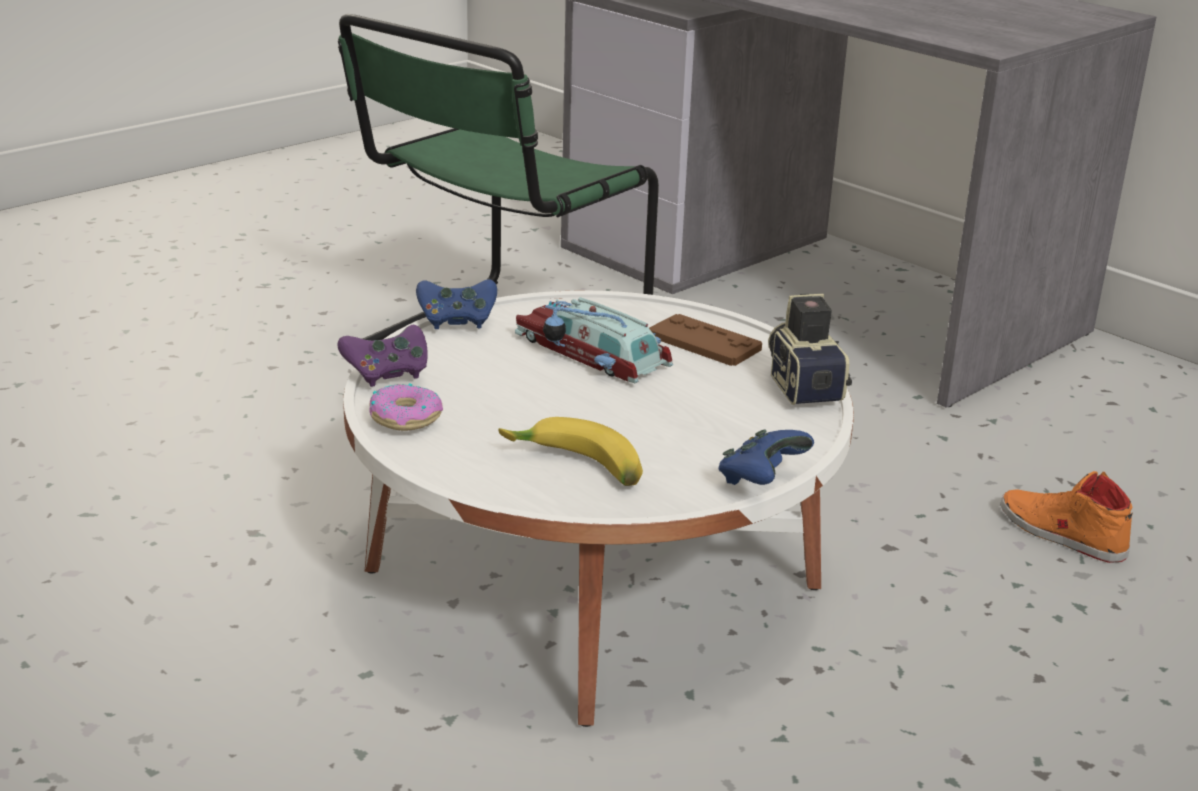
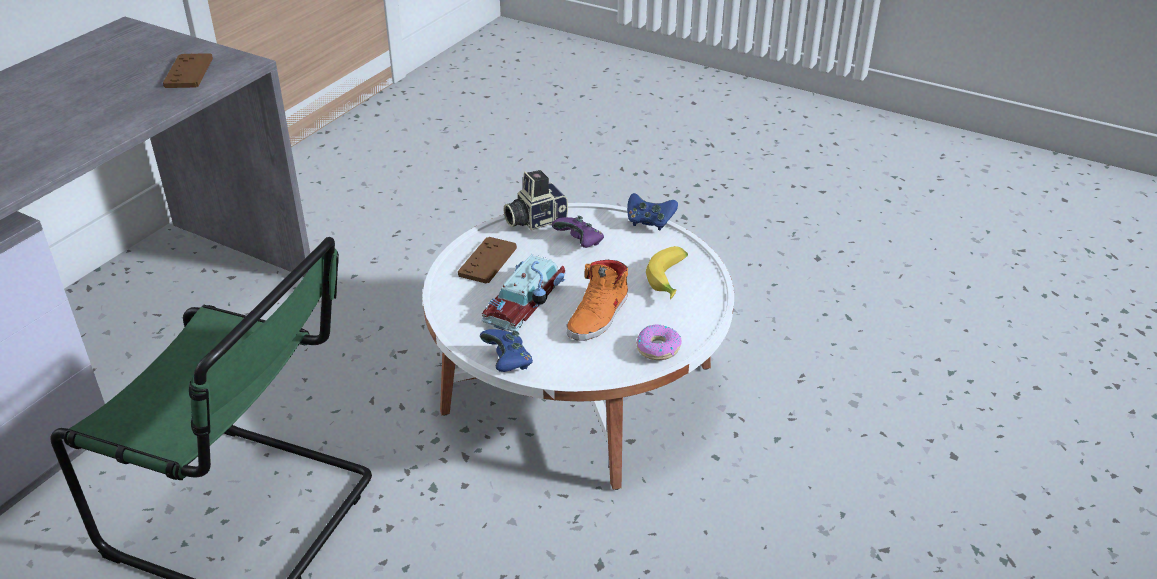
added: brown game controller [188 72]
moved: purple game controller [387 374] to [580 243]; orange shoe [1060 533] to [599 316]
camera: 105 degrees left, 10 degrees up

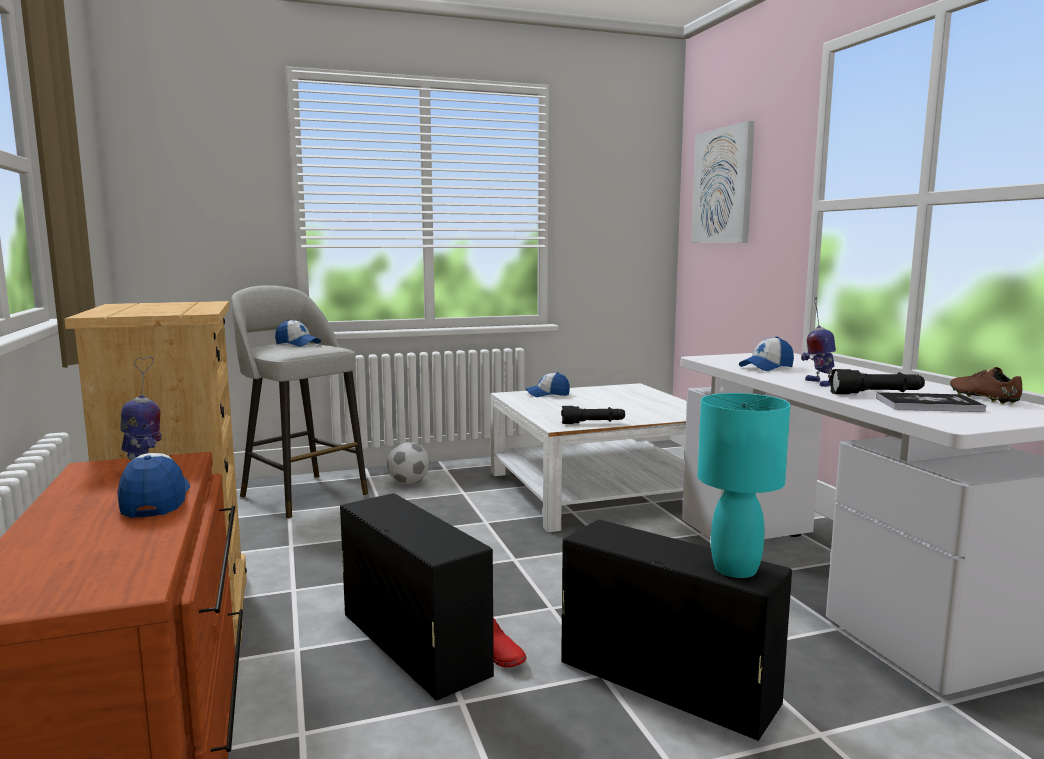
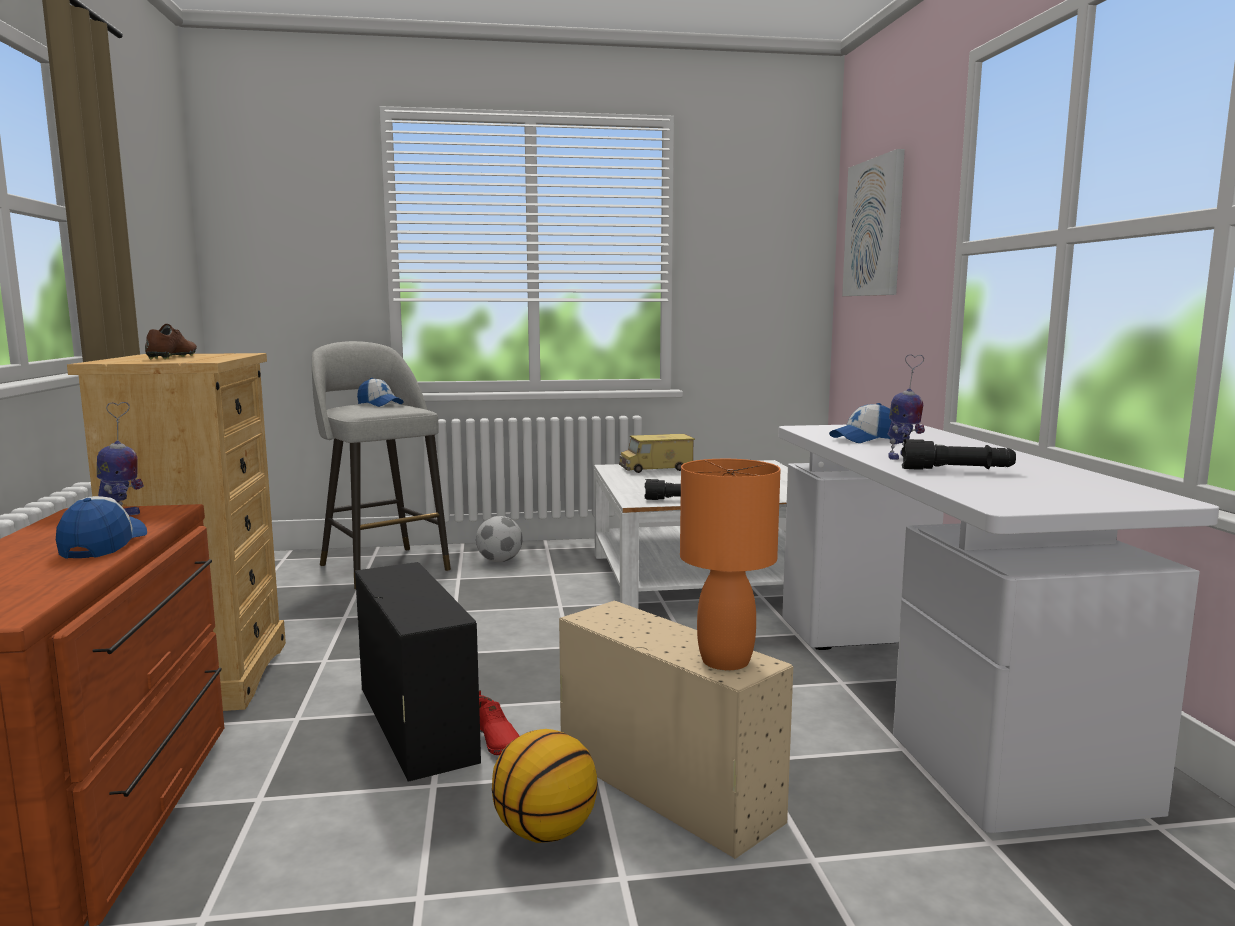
removed: book [928 404]
added: basketball [545 831]
moved: brown shoe [983 397] to [172 357]
replaced: cap [547 394] to toy truck [656 468]
recoloured: black storage box [663 680] to beige storage box [663 785]; turquoise table lamp [736 569] to orange table lamp [726 661]
turned: toy robot [817 383] = [901 457] 135 degrees counterclockwise
camera: 10 degrees right, 0 degrees up

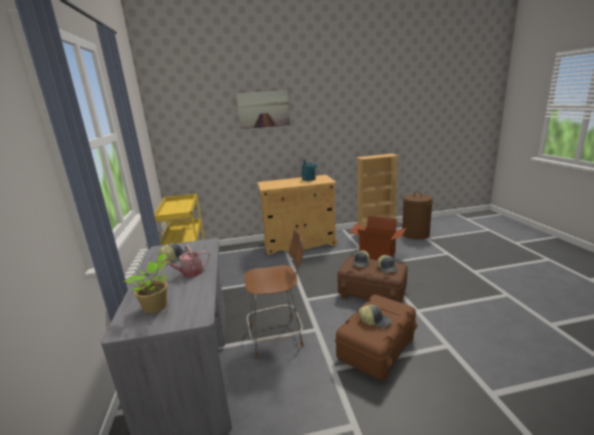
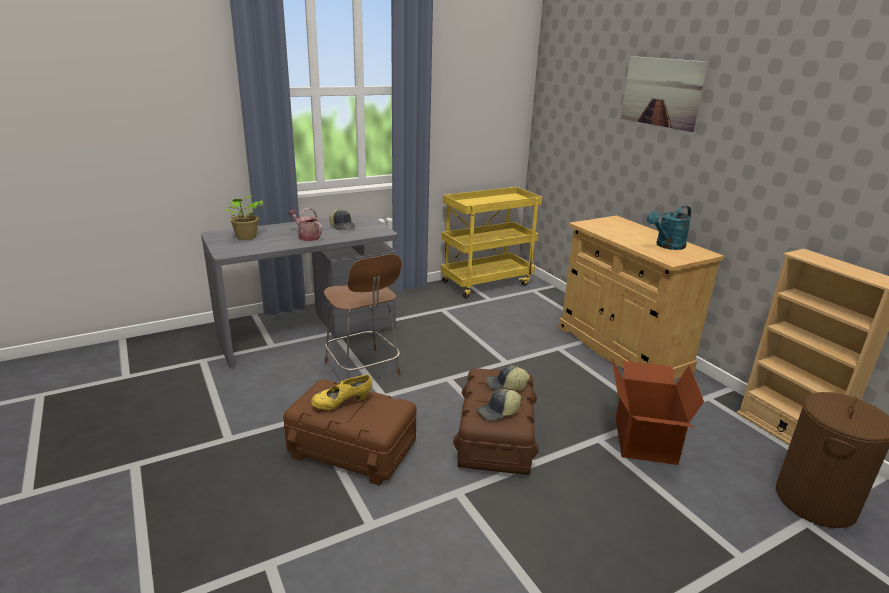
replaced: cap [375 321] to yellow shoe [342 404]
camera: 70 degrees right, 5 degrees up

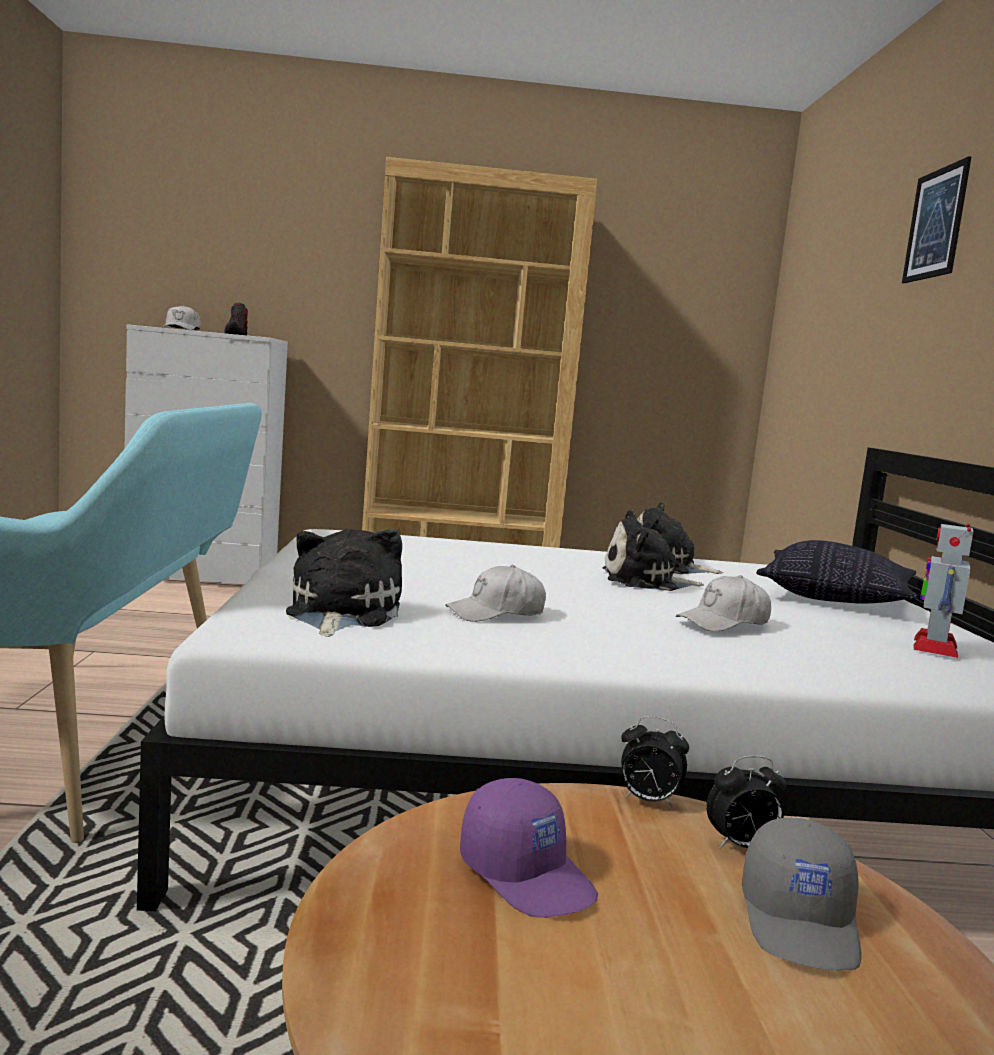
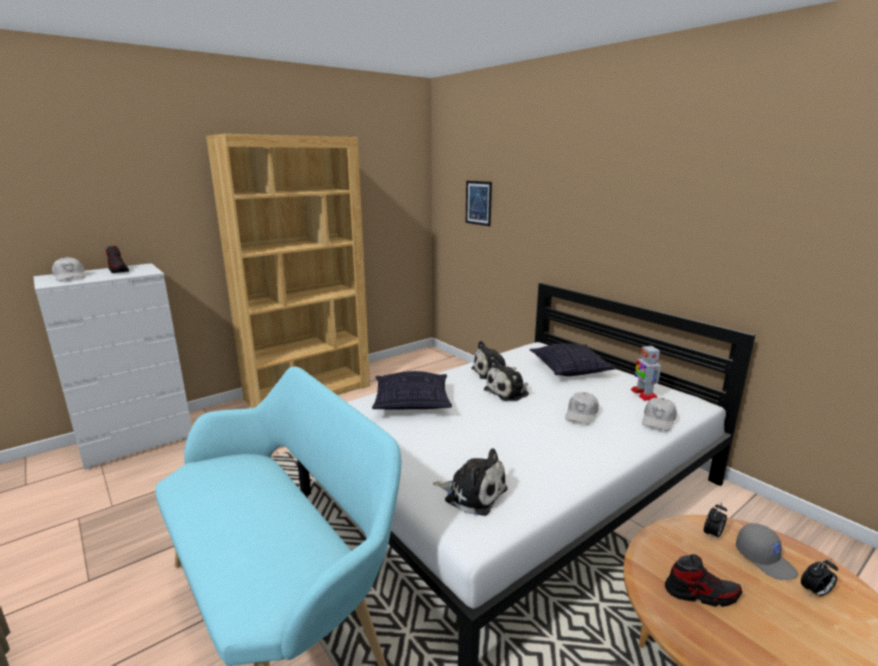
added: pillow [411 403]
moved: picture [935 223] to [478 203]; white cap [496 613] to [658 420]; alarm clock [647 801] to [815 592]
replaced: purple cap [528 874] to shoe [701 594]
turned: plush toy [340 614] = [472 493] 150 degrees clockwise
camera: 35 degrees left, 10 degrees up

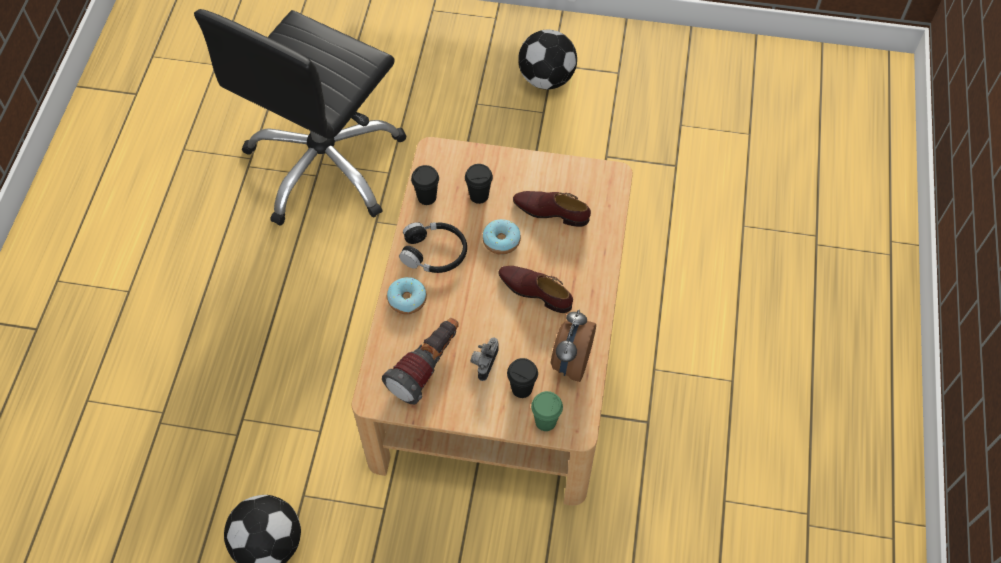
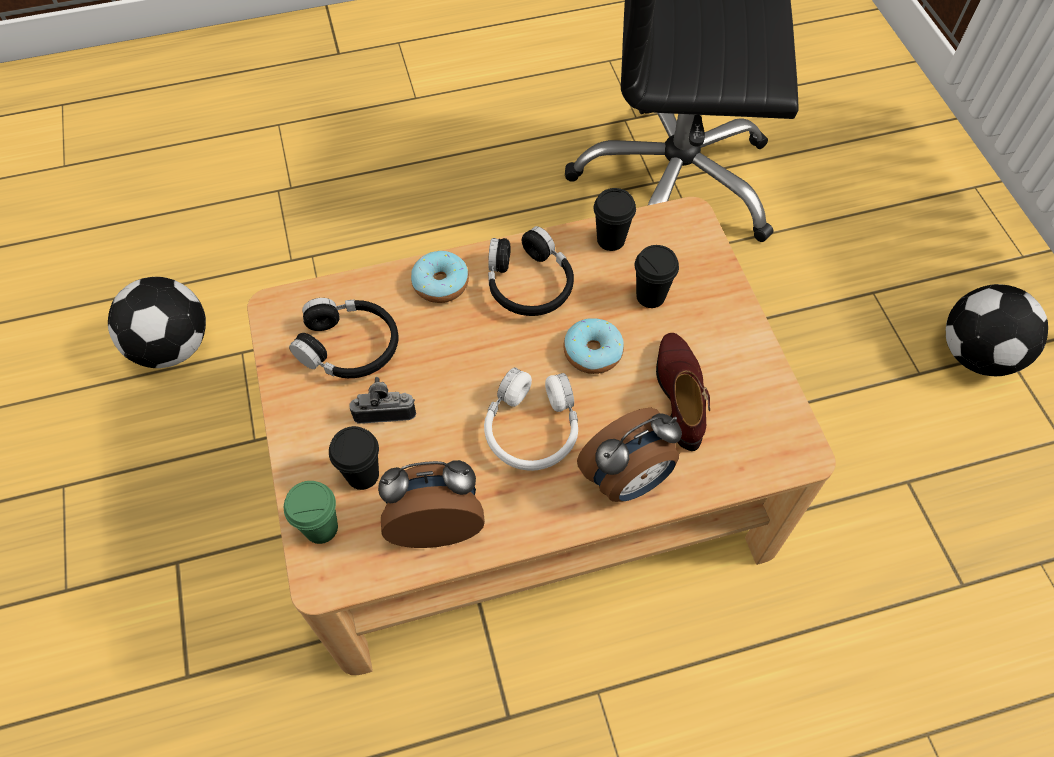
added: alarm clock [627 480]
replaced: flashlight [427 366] to black headphones [349 347]; brown shoe [535 291] to white headphones [532 428]
camera: 65 degrees right, 0 degrees up

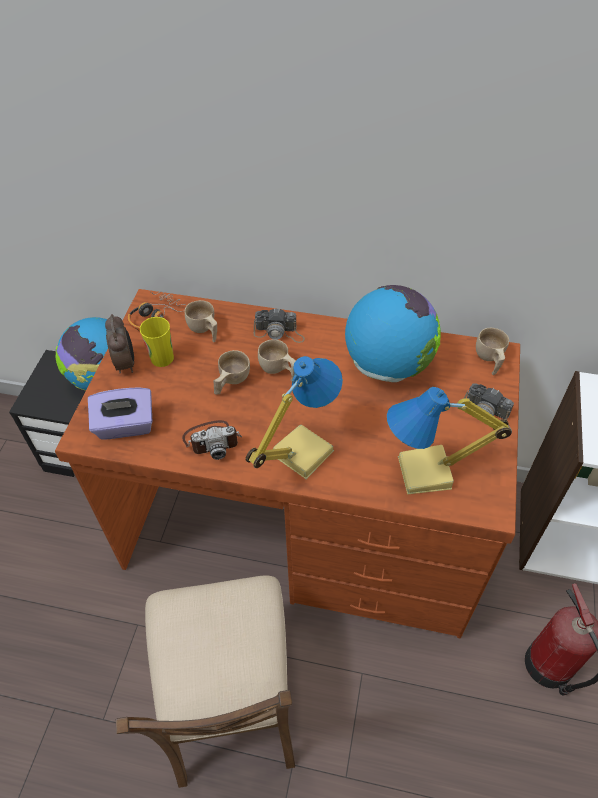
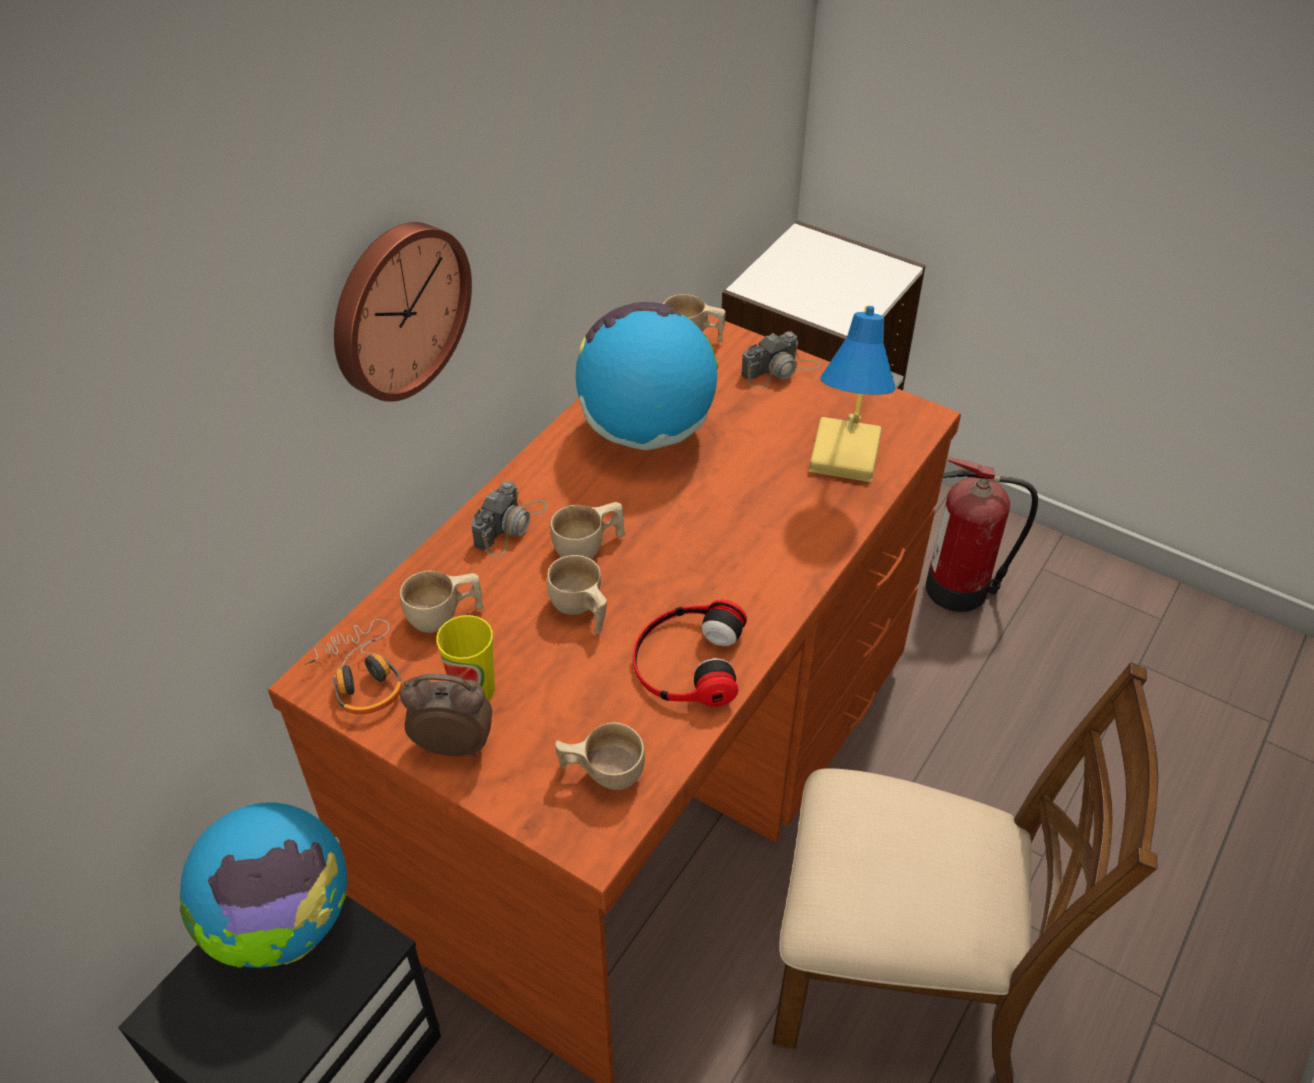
removed: table lamp [300 452]
added: wall clock [397 309]
replaced: purple tissue box [125 426] to beige cup [601 772]; photo camera [212 440] to headphones [687 661]
camera: 70 degrees left, 5 degrees down

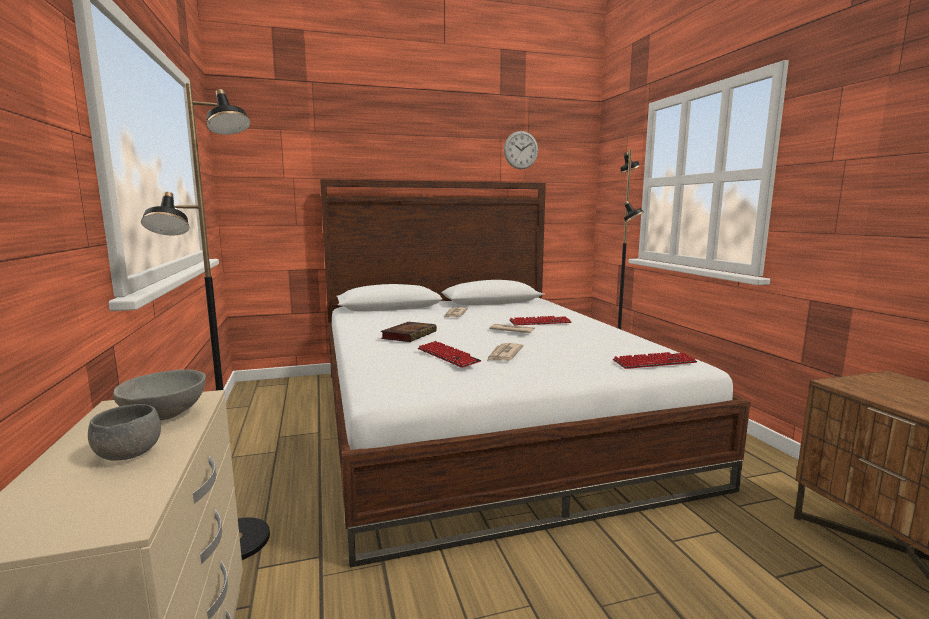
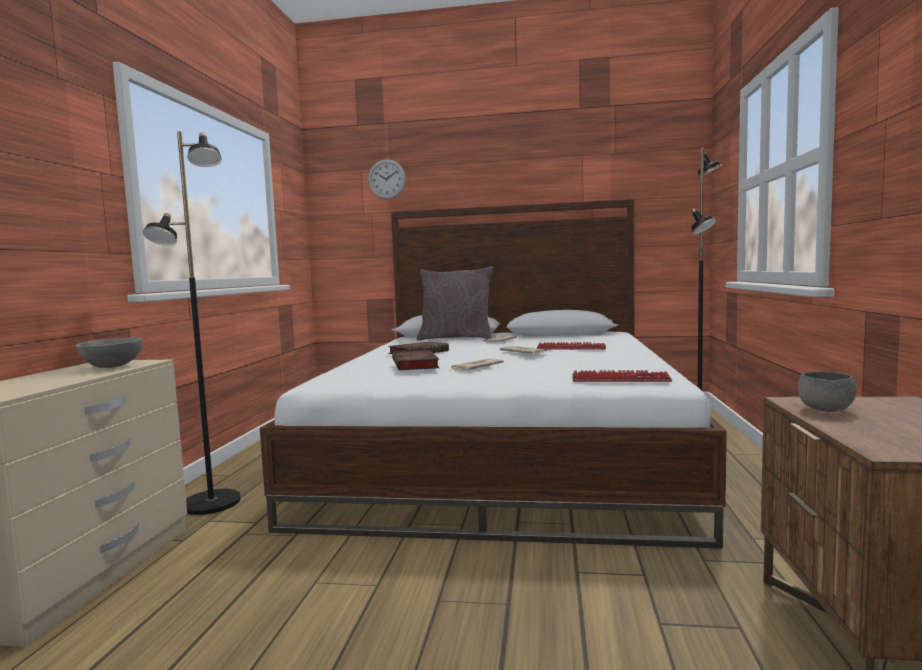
added: grey pillow [456 338]
moved: wall clock [521 150] to [387 179]; grey bowl [128 454] to [825 410]
replaced: keyboard [448 356] to book [416 365]
camera: 25 degrees right, 5 degrees down

